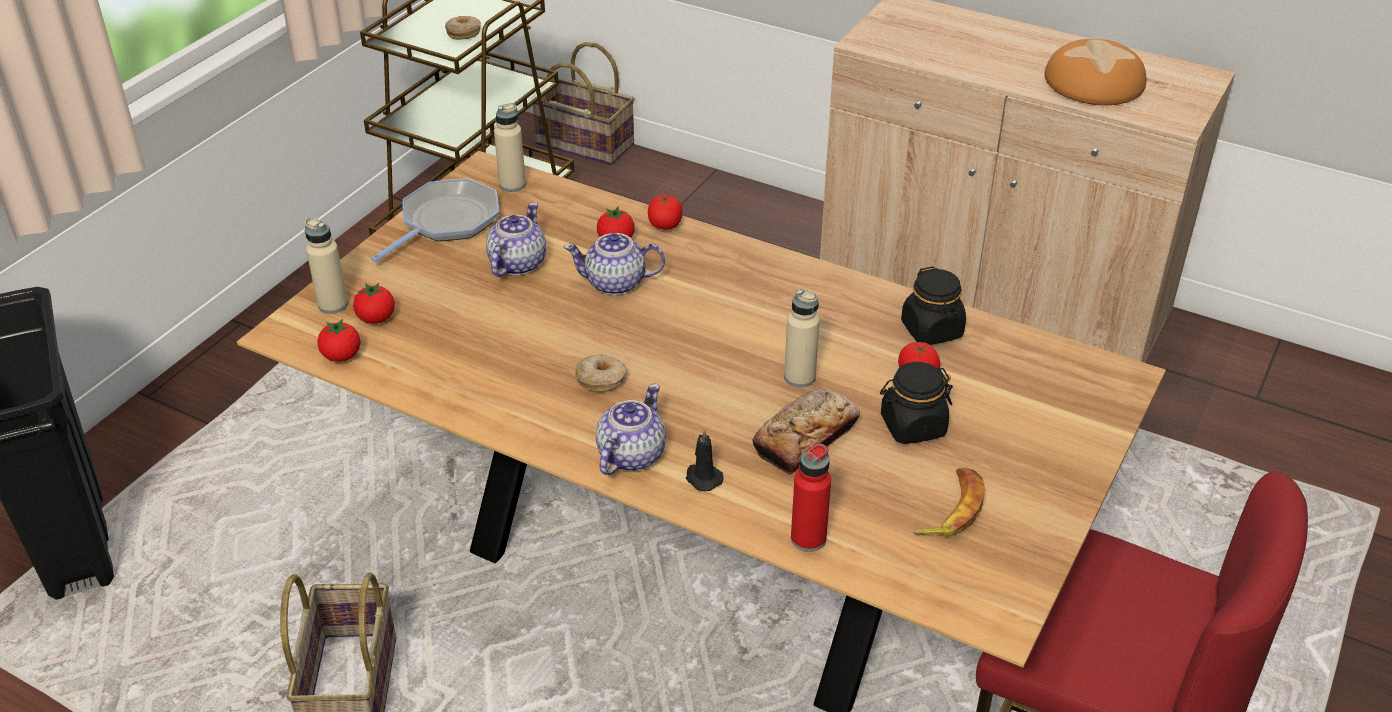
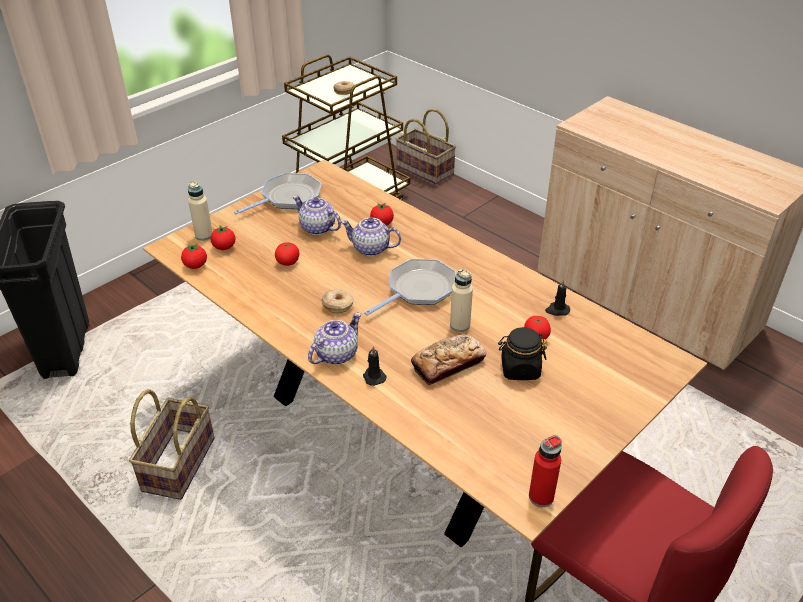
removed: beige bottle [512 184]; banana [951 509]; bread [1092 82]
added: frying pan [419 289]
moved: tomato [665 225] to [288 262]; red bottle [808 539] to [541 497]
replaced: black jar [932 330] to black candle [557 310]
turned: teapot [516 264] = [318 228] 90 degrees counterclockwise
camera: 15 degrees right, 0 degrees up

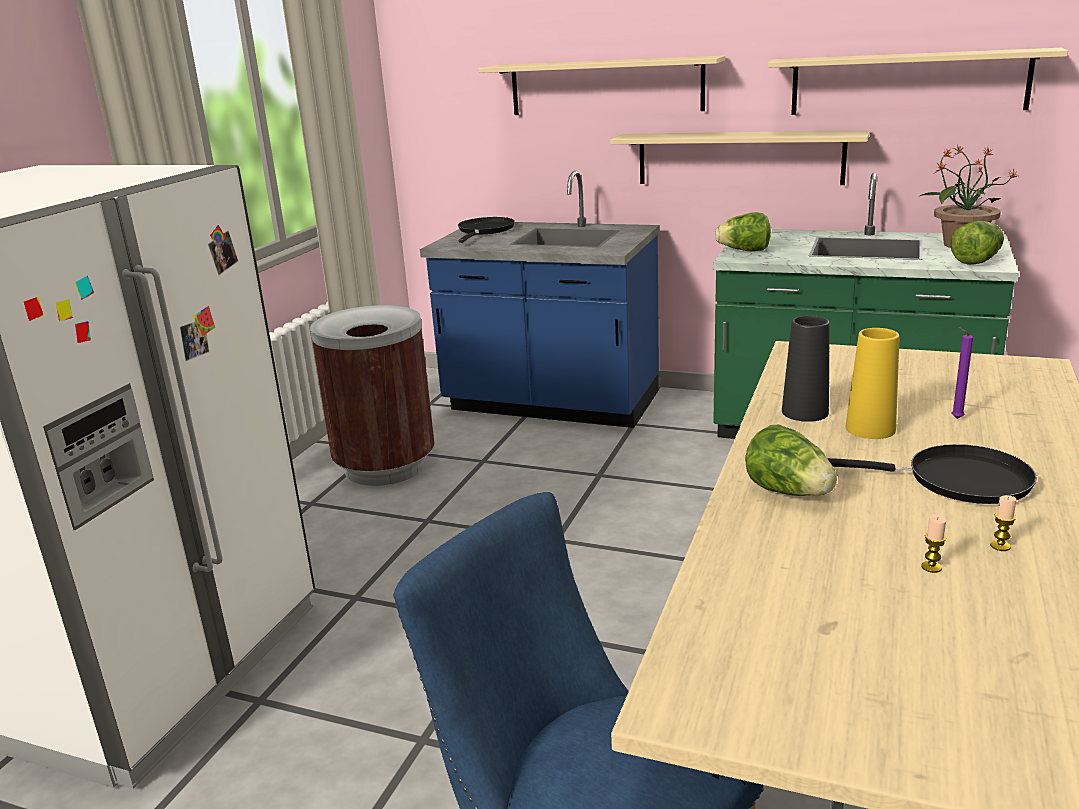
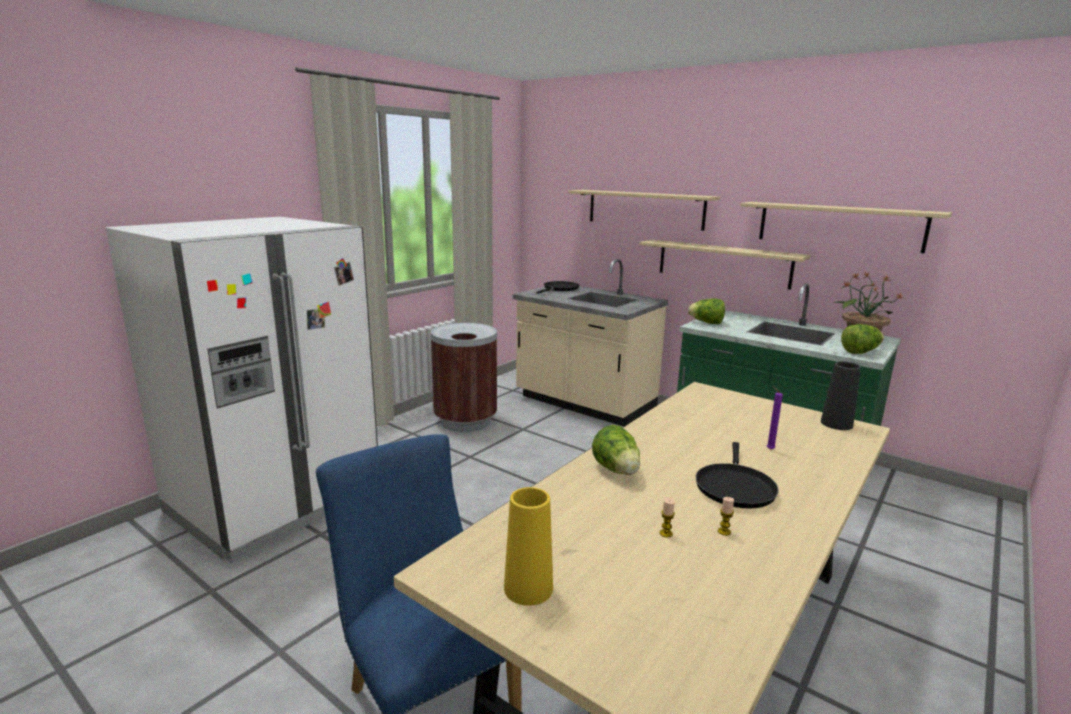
moved: yellow vase [870 429] to [528 588]; black vase [805 412] to [836 424]
recoloured: blue counter [551 404] to beige counter [584 404]
turned: black frying pan [959 481] = [734 487] 75 degrees clockwise
camera: 15 degrees right, 5 degrees down

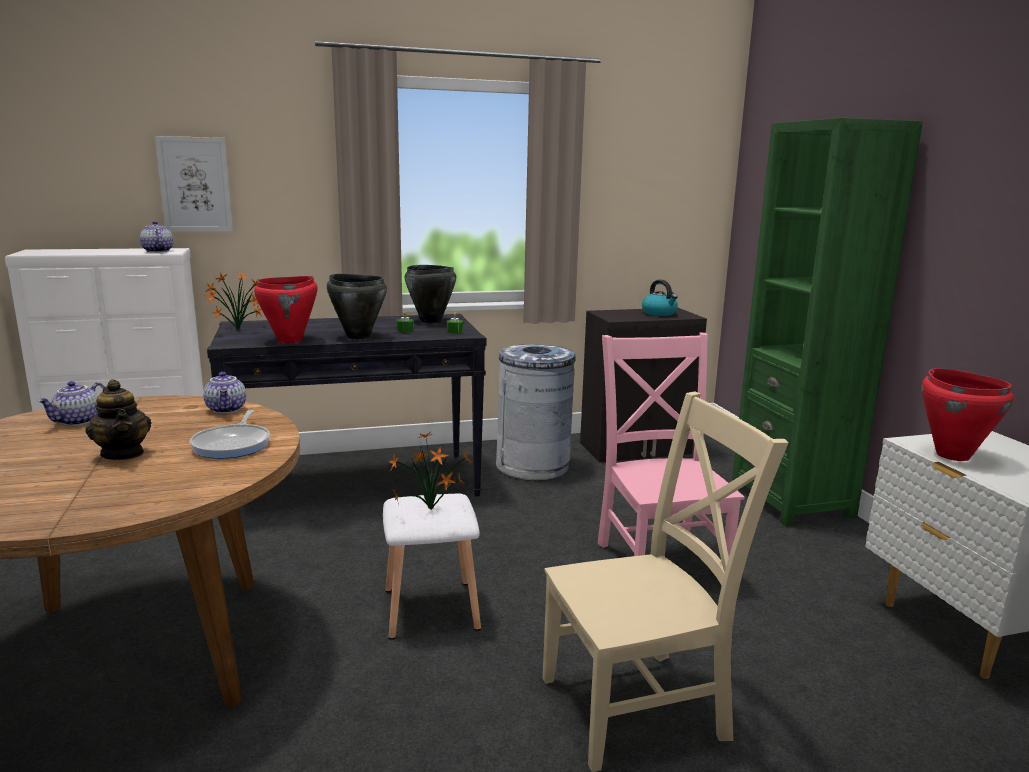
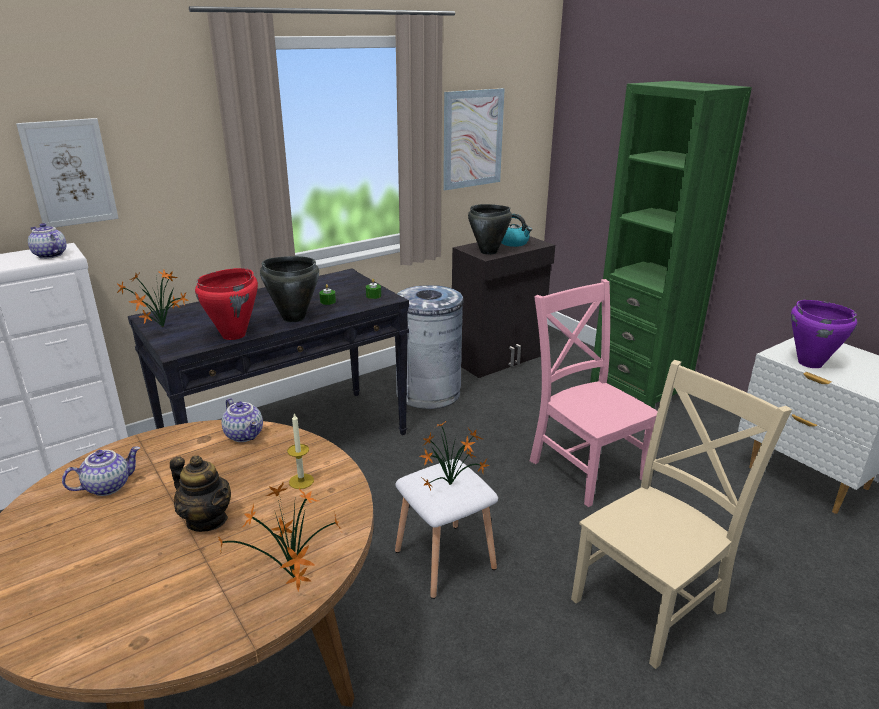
added: potted plant [293 580]; picture [472 139]
moved: black cooking pot [431 321] to [488 252]
replaced: frying pan [233 444] to candle [301 481]
recoloured: red cooking pot [952 455] to purple cooking pot [809 363]
turned: teapot [78 421] = [108 486] 135 degrees counterclockwise
camera: 20 degrees left, 10 degrees up

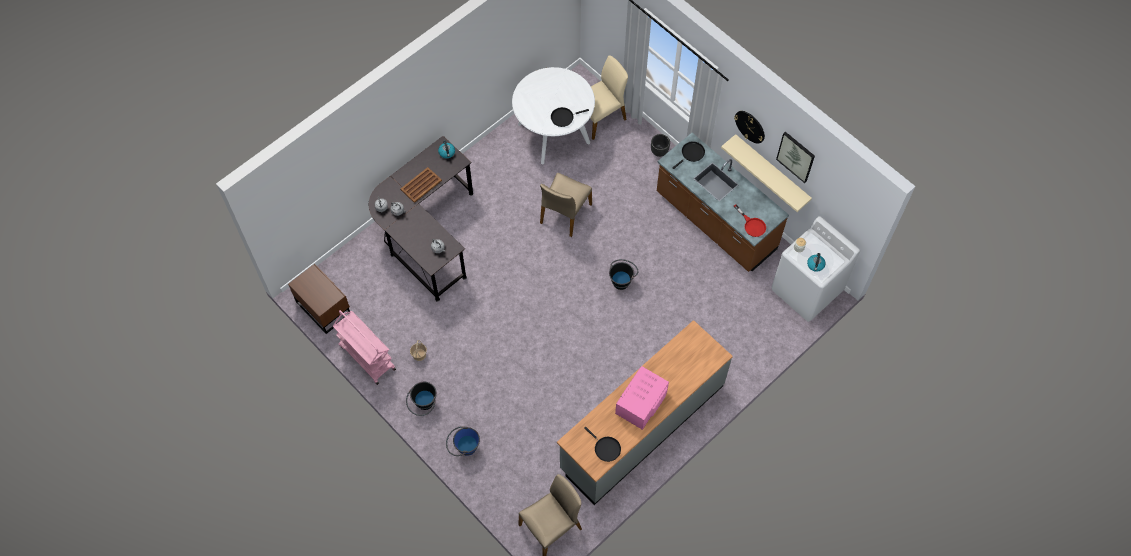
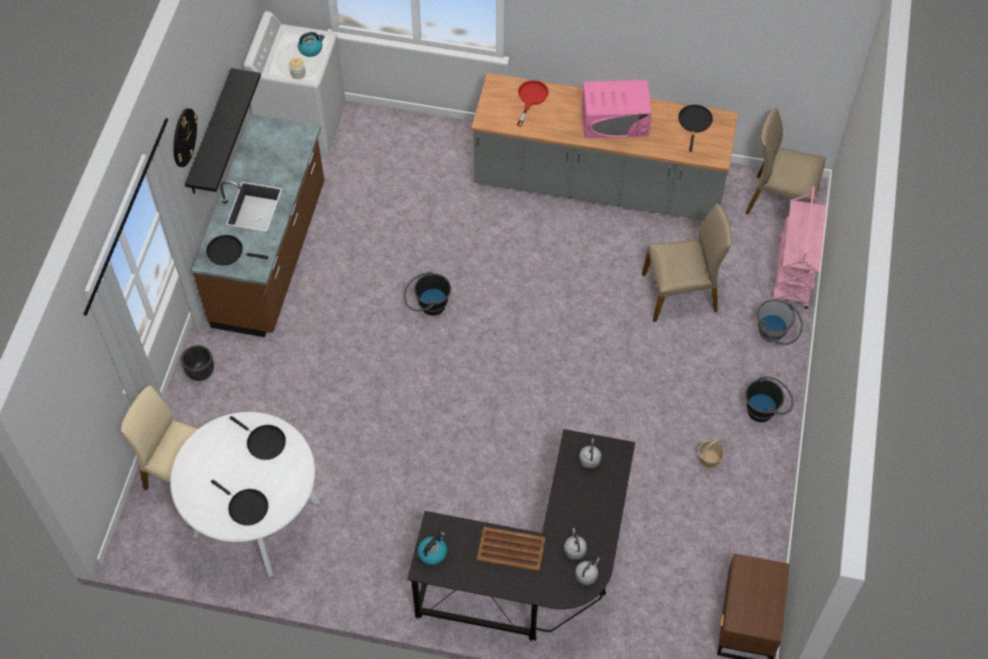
removed: picture [796 156]
added: black frying pan [246 507]
moved: red frying pan [752 225] to [531 98]; beige chair [565 214] to [680 293]; pink cart [367 357] to [793 274]
recoloured: beige shelf [771 170] to black shelf [210 133]; blue bucket [463 447] to grey bucket [775 335]
camera: 125 degrees left, 5 degrees down

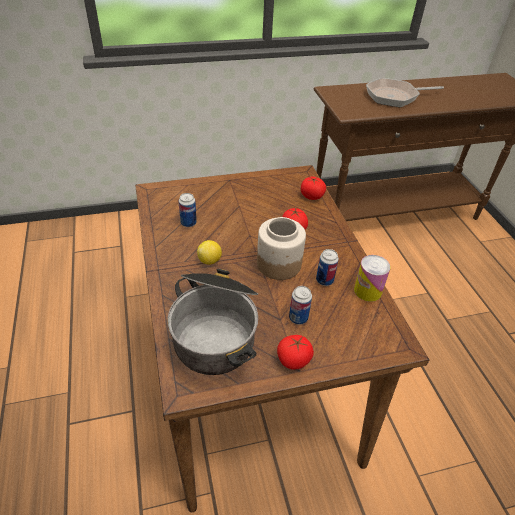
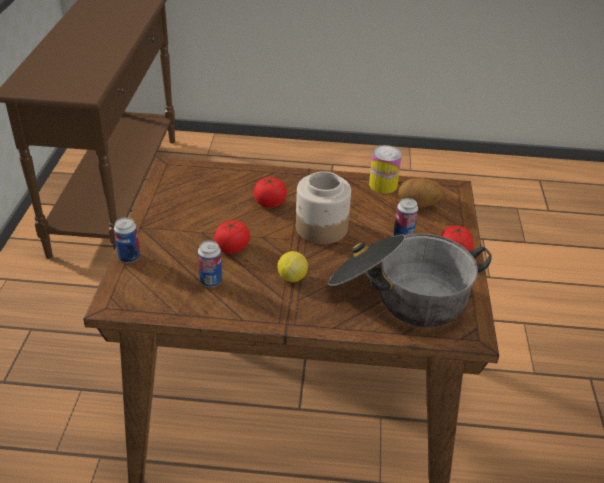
removed: frying pan [395 96]
added: potato [418 205]
moved: can [324 280] to [129 257]; tomato [311 196] to [232 248]
camera: 70 degrees left, 5 degrees down

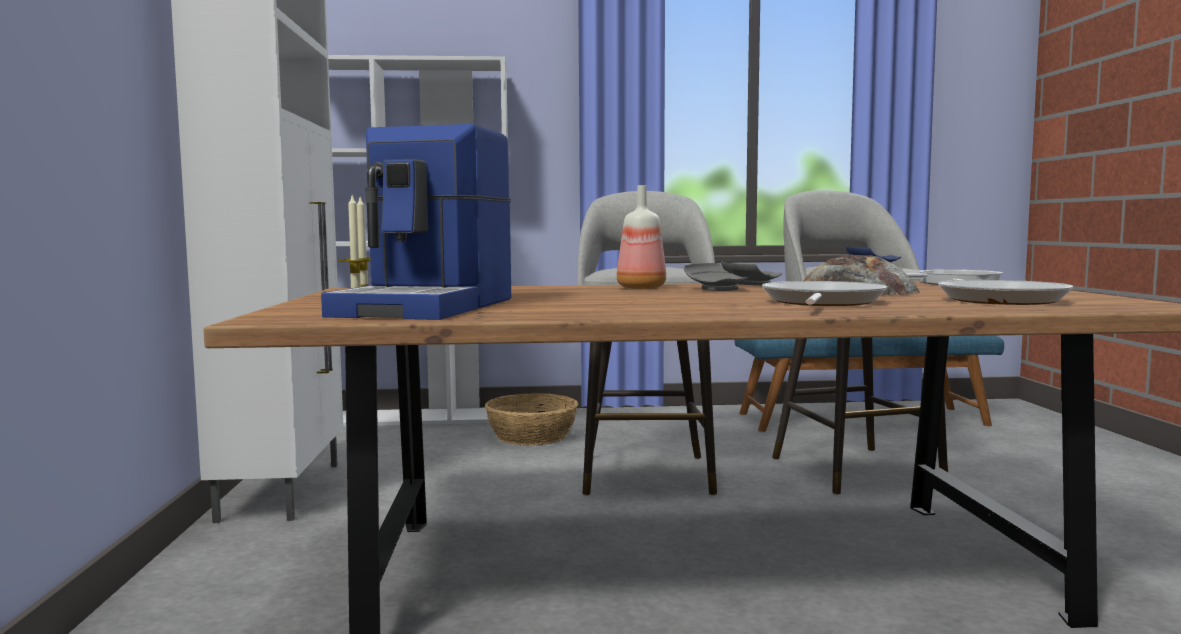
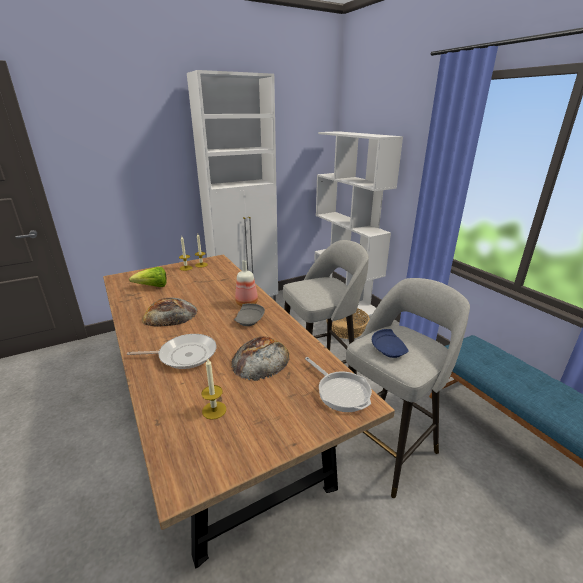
removed: grey plate [750 284]
added: bread [170 315]
replaced: coffee machine [430 307] to lettuce [153 287]; frying pan [999 299] to candle [214 410]
camera: 65 degrees right, 20 degrees up

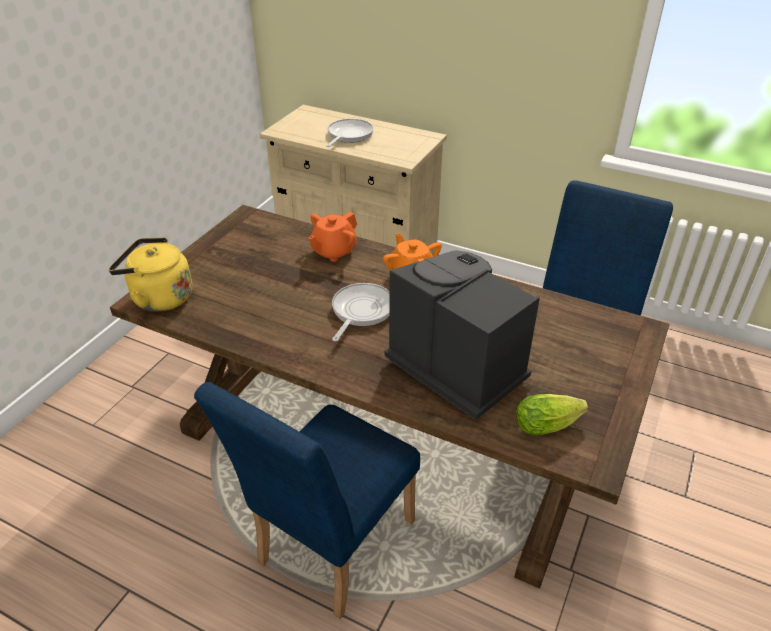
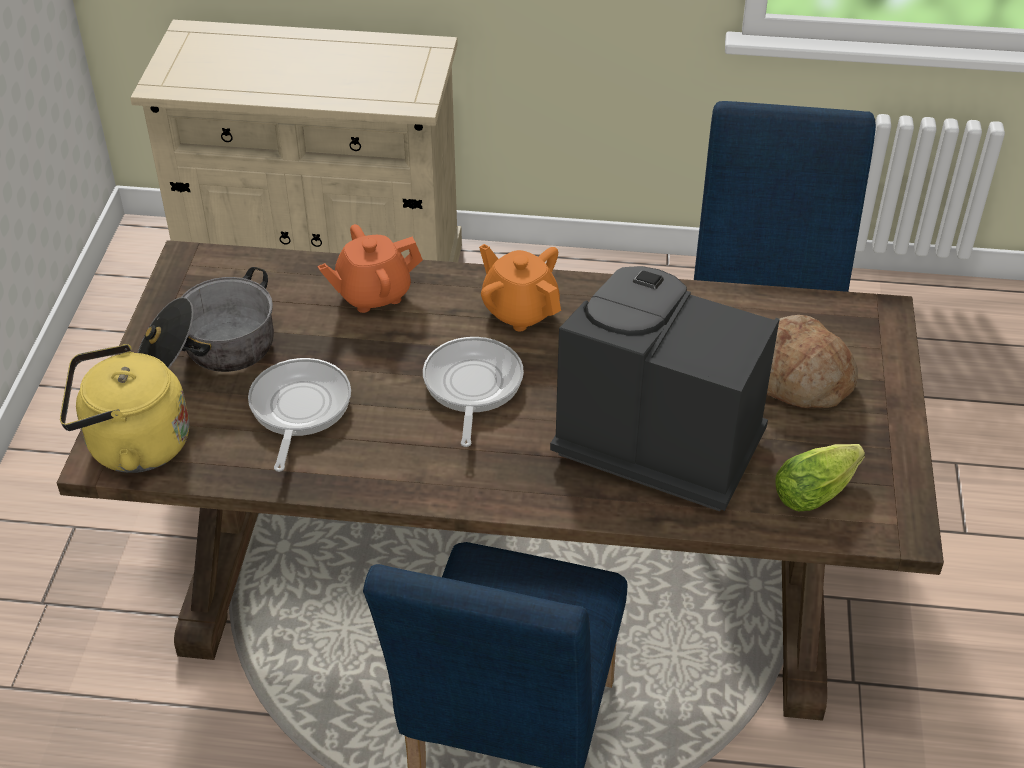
added: cooking pot [208 352]; bread [796 378]
moved: frying pan [348 135] to [298 409]
turned: orange teapot [333 251] = [373 294] 45 degrees clockwise
camera: 20 degrees left, 5 degrees up

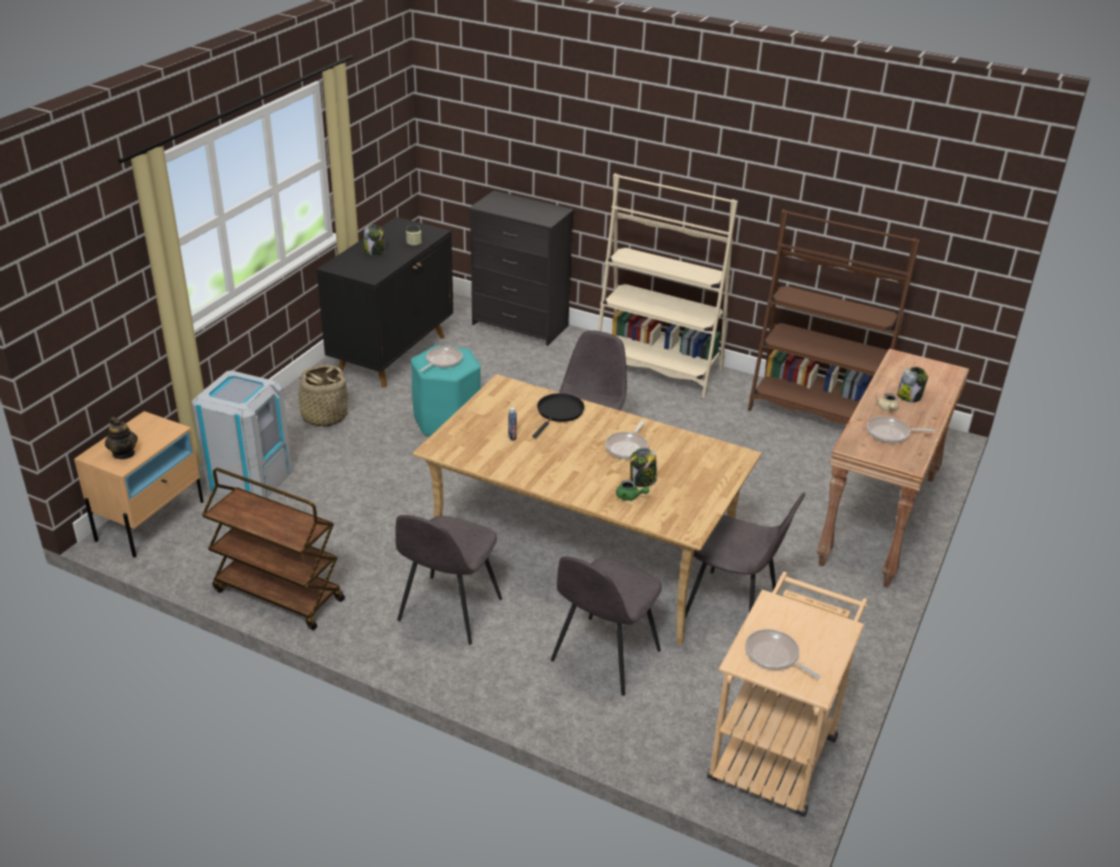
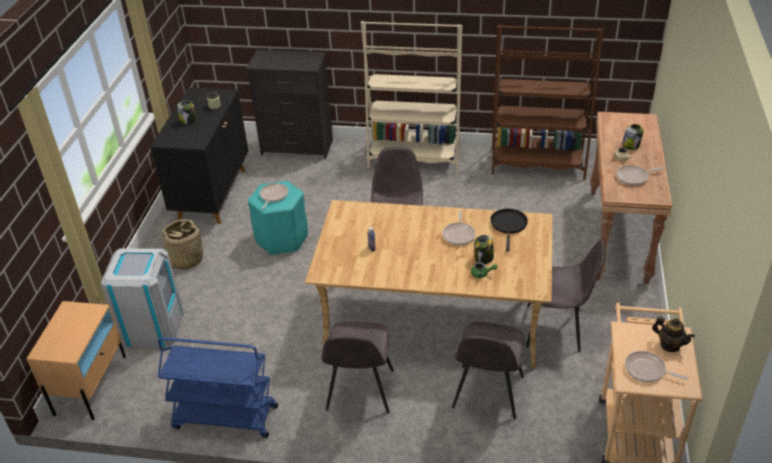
moved: black frying pan [559 413] to [509 225]; teapot [124 453] to [670 345]
recoloured: brown cart [277 595] to blue cart [224 417]
camera: 15 degrees left, 5 degrees up

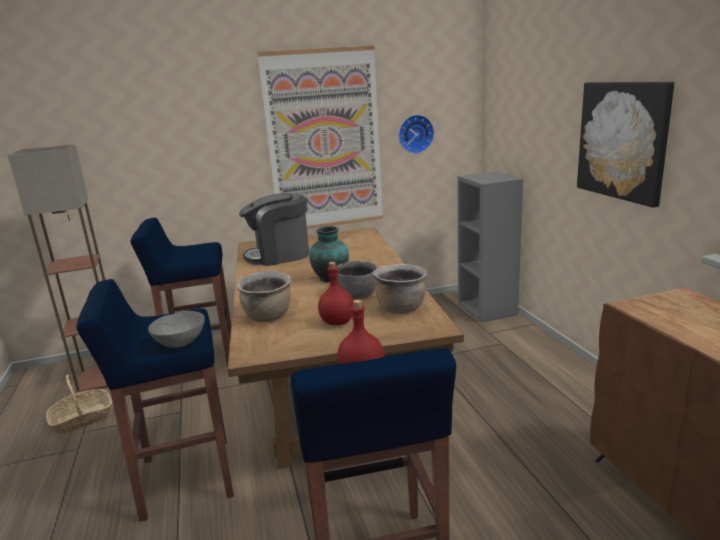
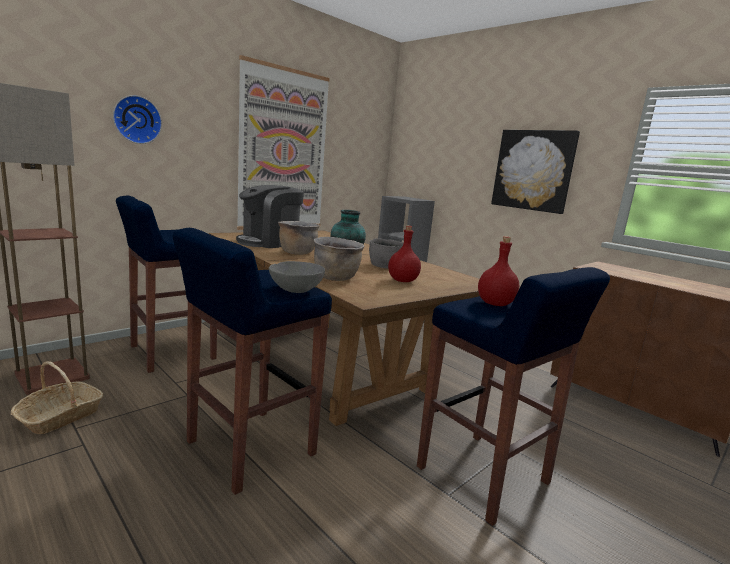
moved: wall clock [415 134] to [136 120]; brown cooking pot [400 308] to [297 252]
camera: 30 degrees left, 5 degrees down

